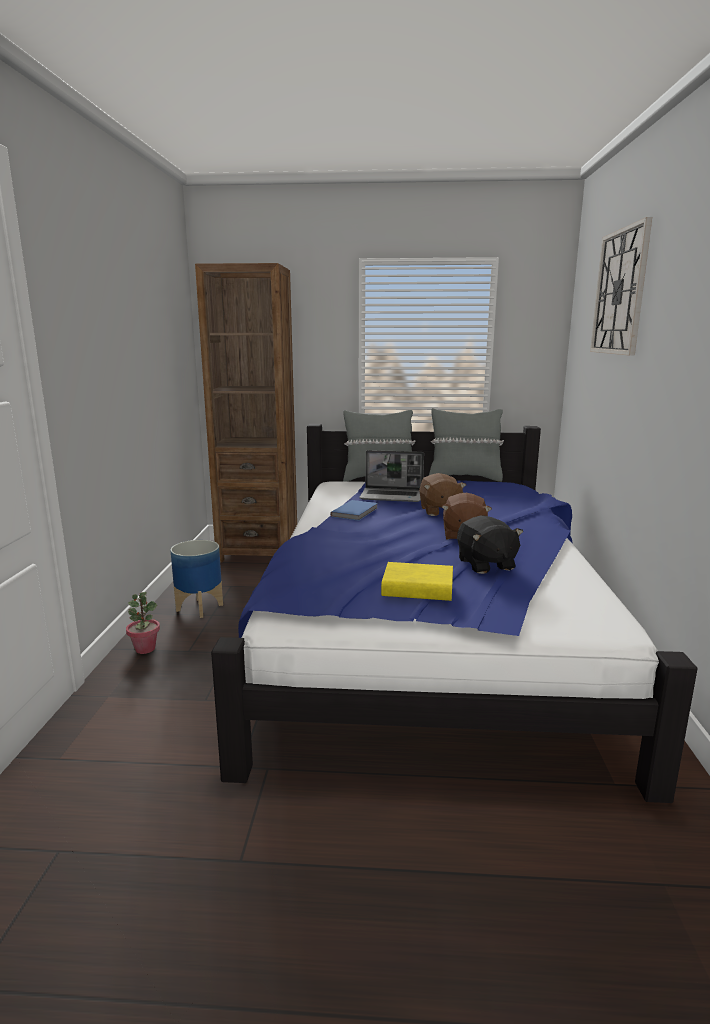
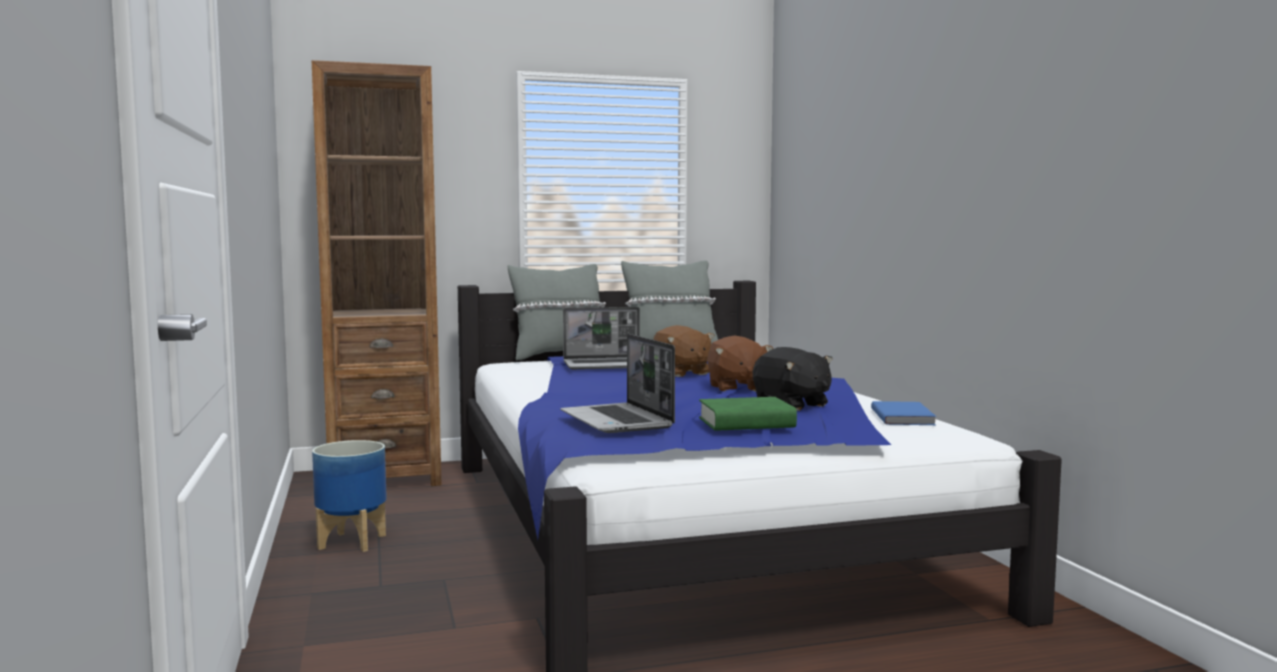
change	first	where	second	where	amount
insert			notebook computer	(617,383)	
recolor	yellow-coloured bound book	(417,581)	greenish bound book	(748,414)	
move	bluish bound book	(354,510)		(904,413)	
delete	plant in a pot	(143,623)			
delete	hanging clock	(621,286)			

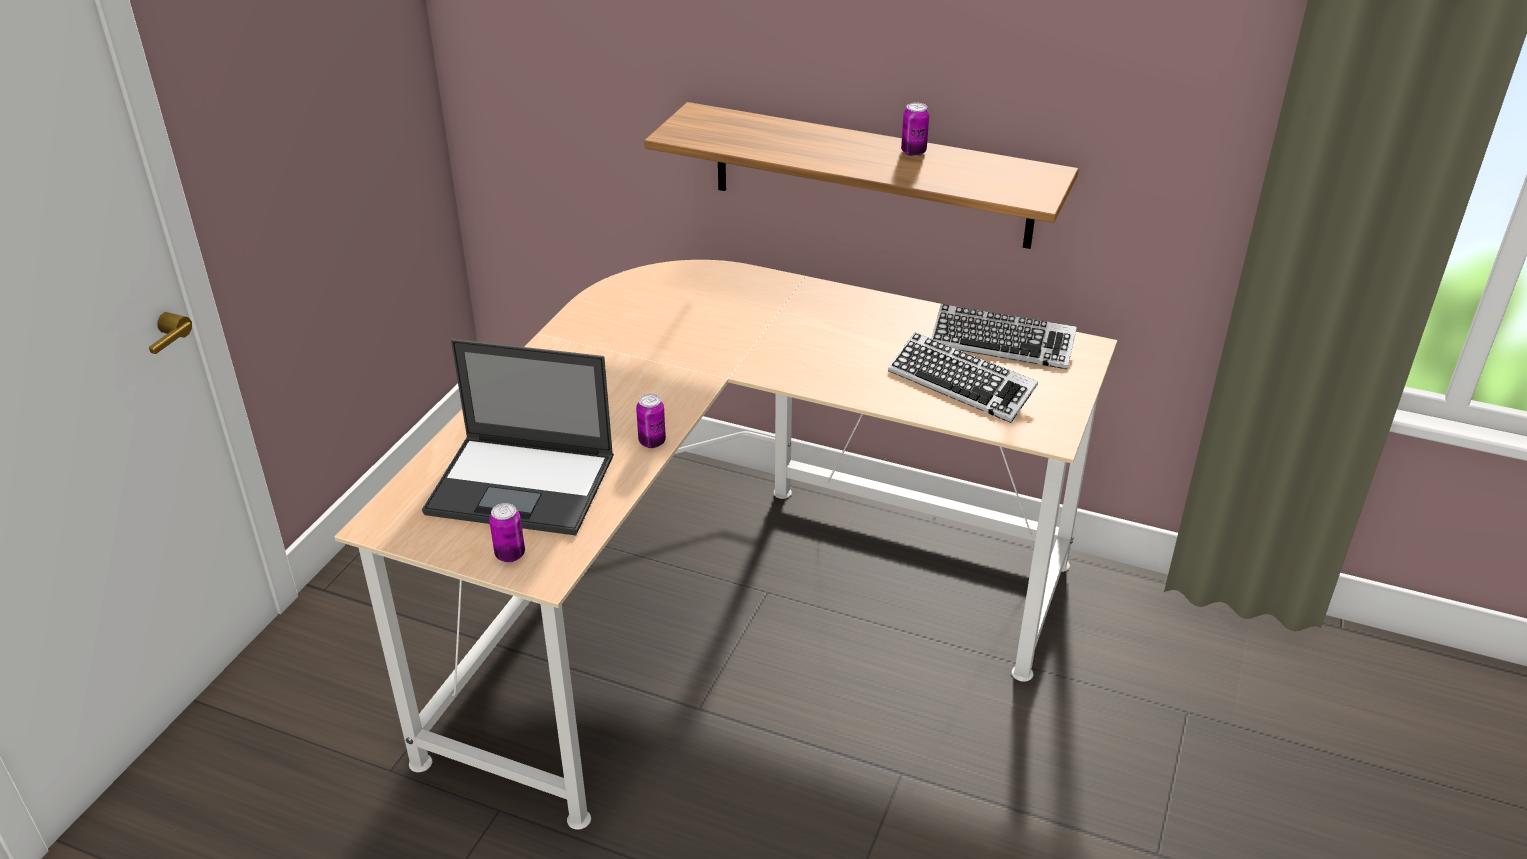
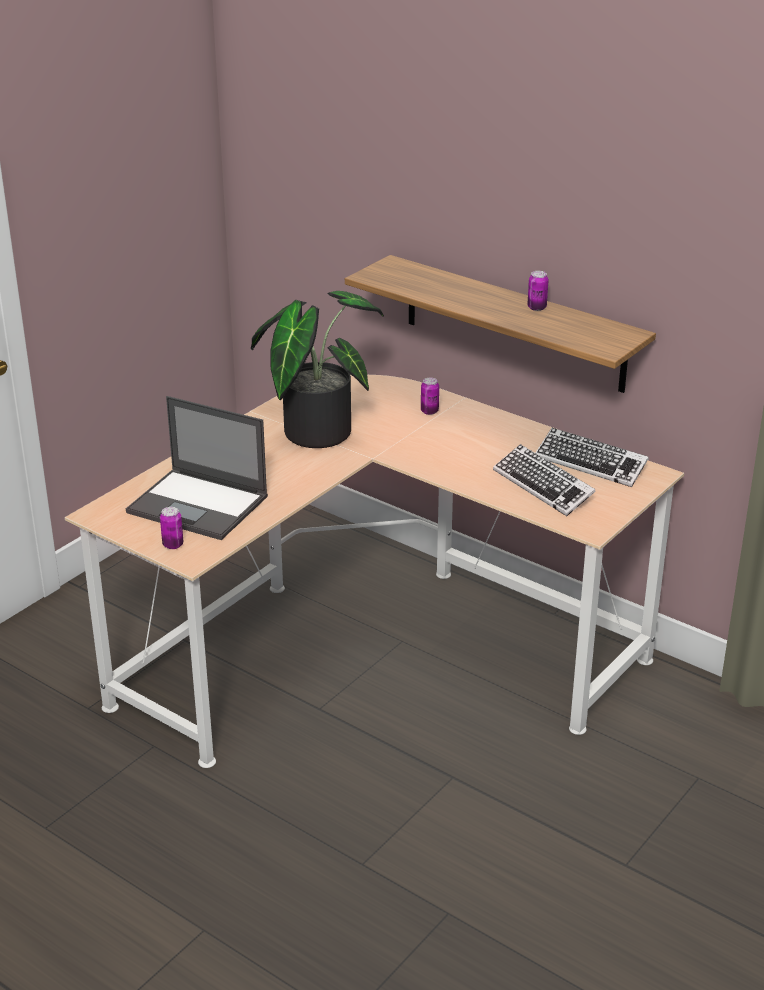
change	first	where	second	where	amount
insert			plant in a pot	(317,369)	
move	can	(651,421)		(430,396)	

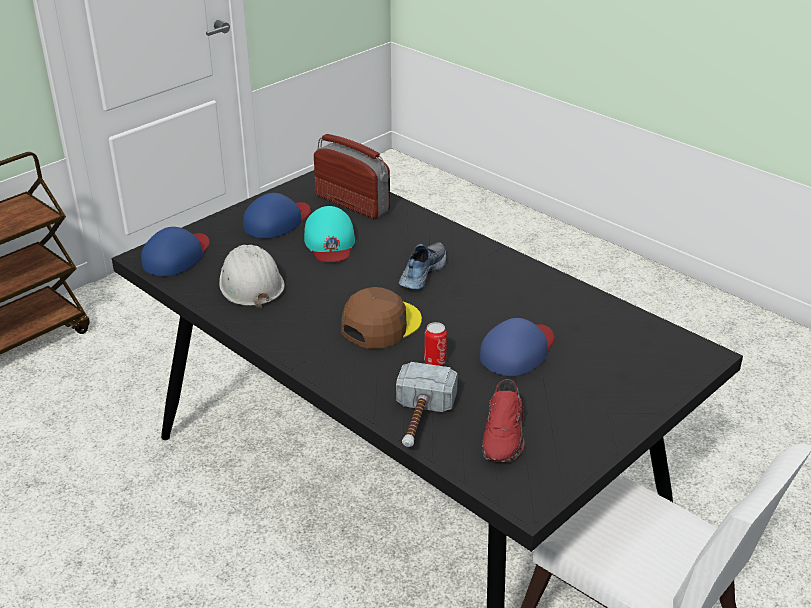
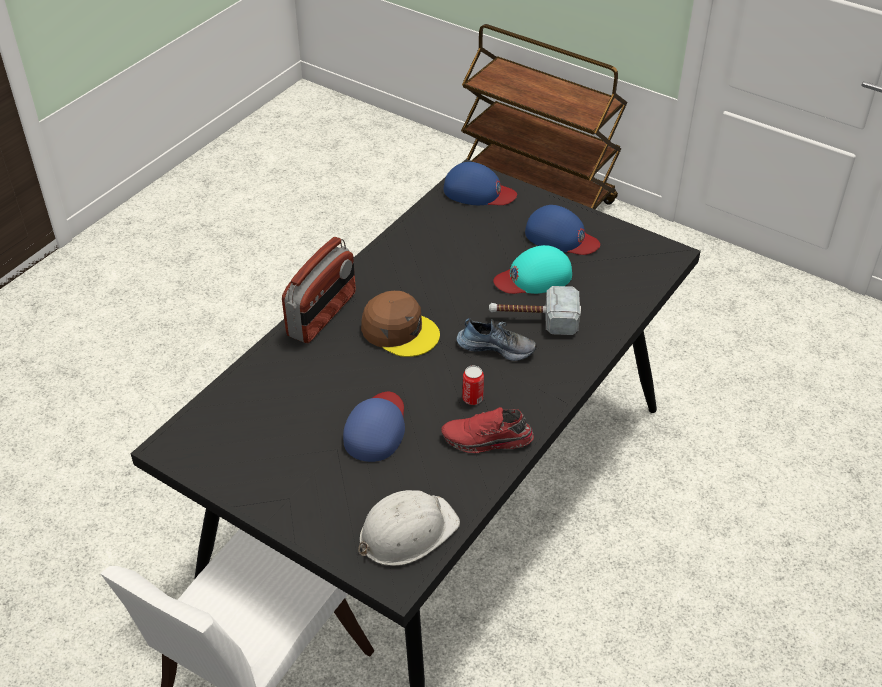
change	first	where	second	where	amount
move	radio	(352,176)		(319,290)	
rotate	bluish peaked cap	(517,347)		(374,427)	105 degrees counterclockwise
move	whitish work helmet	(252,276)		(409,528)	
move	red shoe	(503,420)		(487,430)	
move	can	(435,344)		(473,385)	
move	hammer	(427,404)		(535,310)	

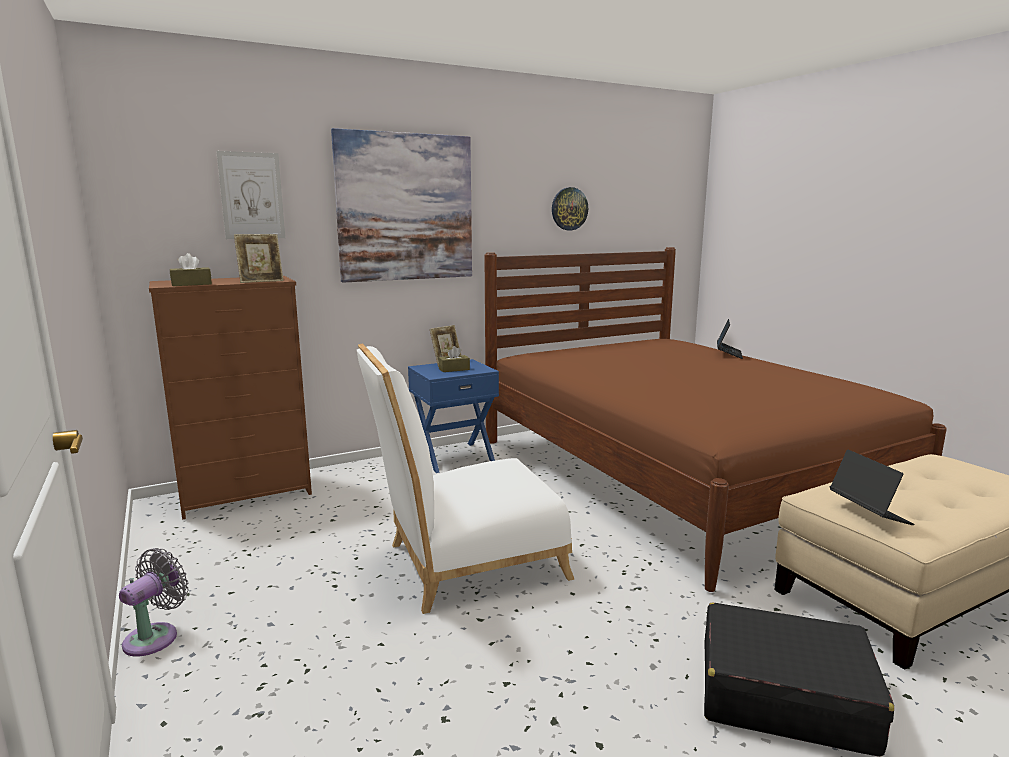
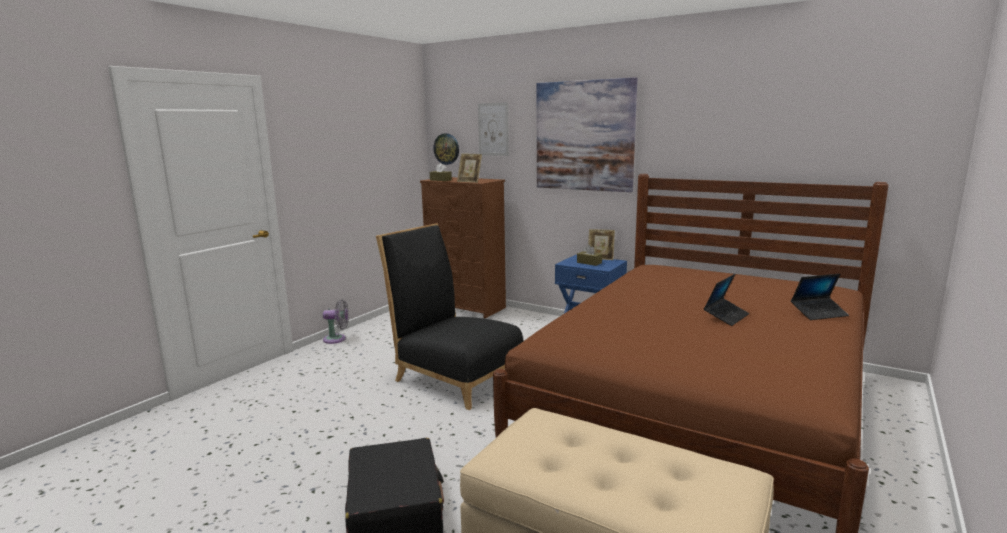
change	first	where	second	where	amount
recolor	whitish upright chair	(465,478)	black upright chair	(449,316)	
move	hanging clock	(570,208)		(446,149)	
move	notebook computer	(872,487)		(726,300)	

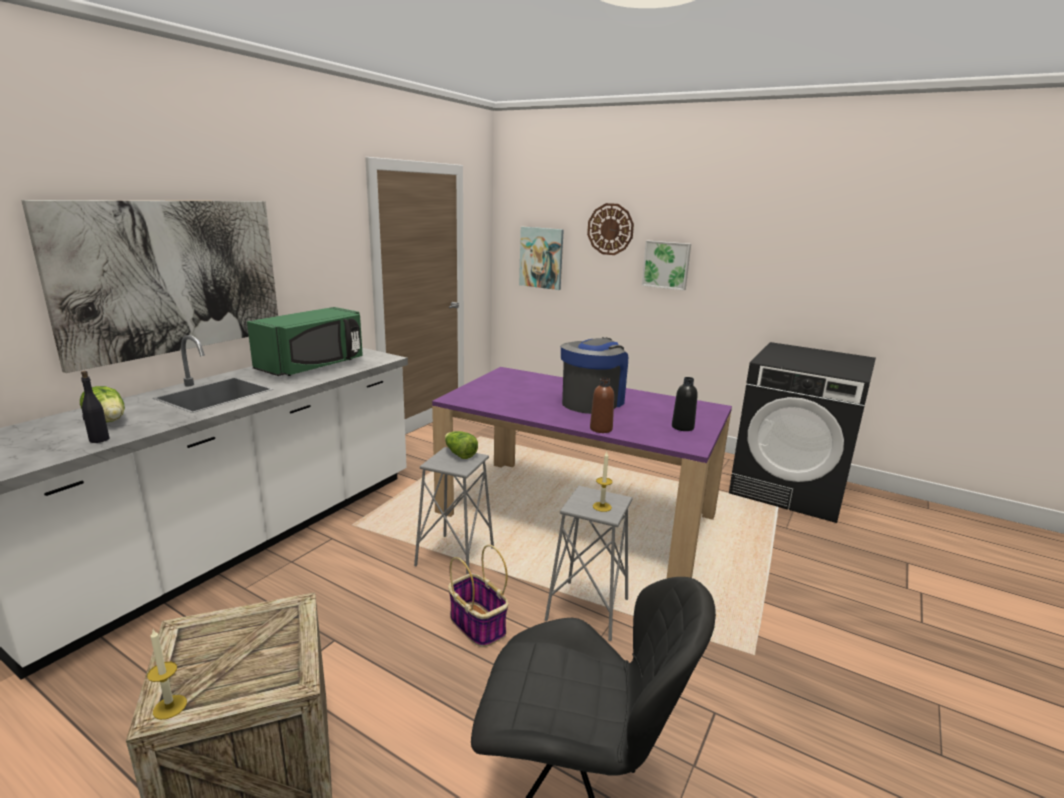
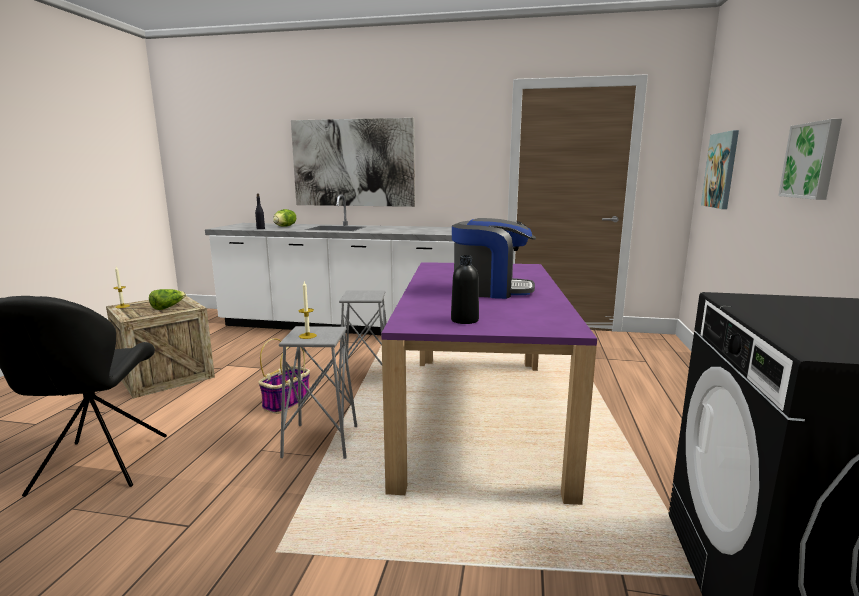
change	first	where	second	where	amount
move	lettuce head	(461,445)		(167,299)	
delete	greenish microwave oven	(305,341)			
delete	hanging clock	(610,229)			
delete	brownish beverage bottle	(602,405)			

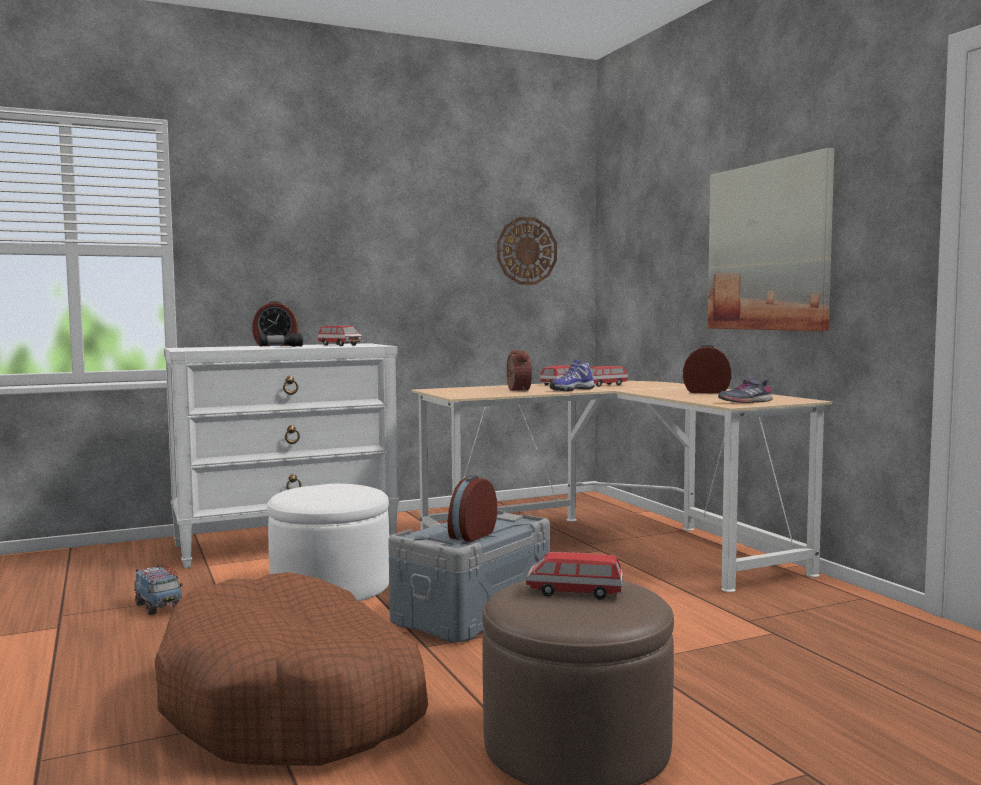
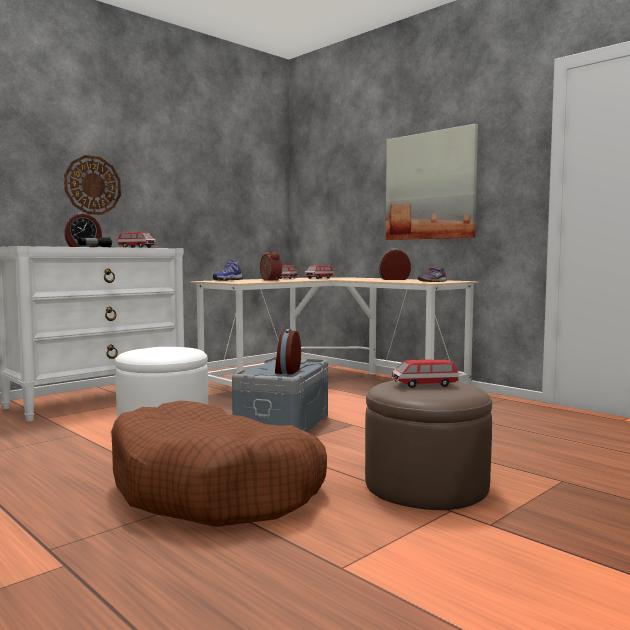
change	first	where	second	where	amount
move	hanging clock	(527,251)		(92,185)	
move	shoe	(572,375)		(227,270)	
delete	toy lorry	(158,590)			

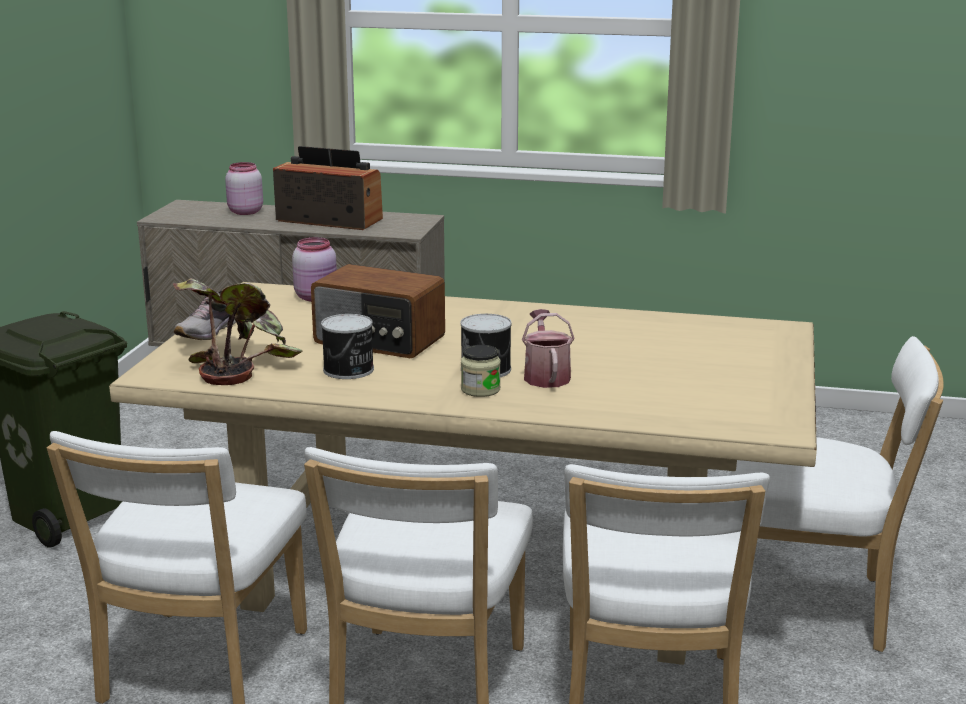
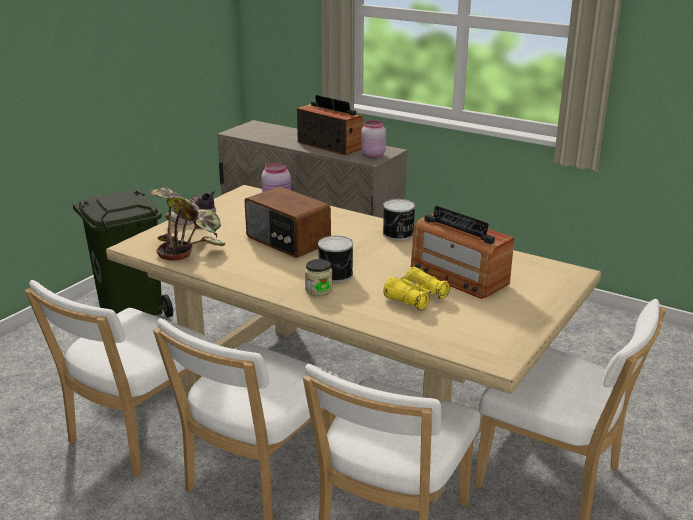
change	first	where	second	where	amount
move	pinkish storage jar	(244,188)		(373,139)	
move	can	(347,346)		(399,219)	
insert			yellow-coloured binoculars	(416,288)	
insert			radio	(462,252)	
delete	watering pot	(548,348)			

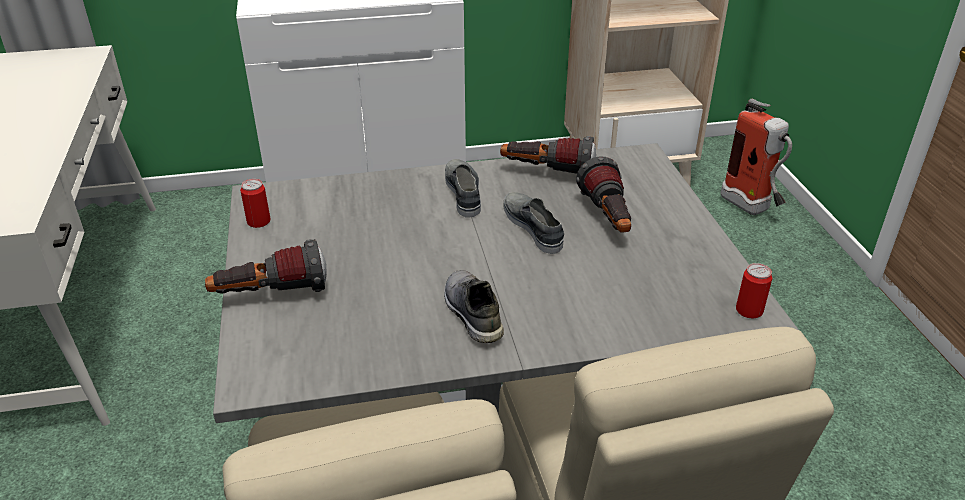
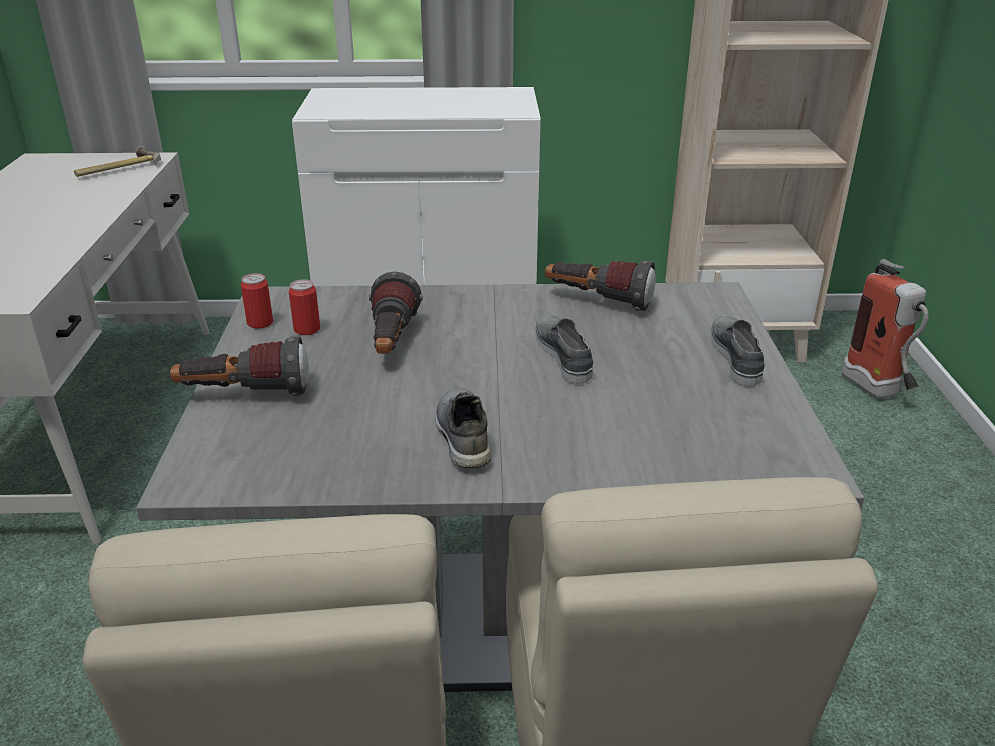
change	first	where	second	where	amount
insert			hammer	(117,161)	
move	can	(754,291)		(304,307)	
move	torch	(603,194)		(395,313)	
move	grey shoe	(463,188)		(738,351)	

